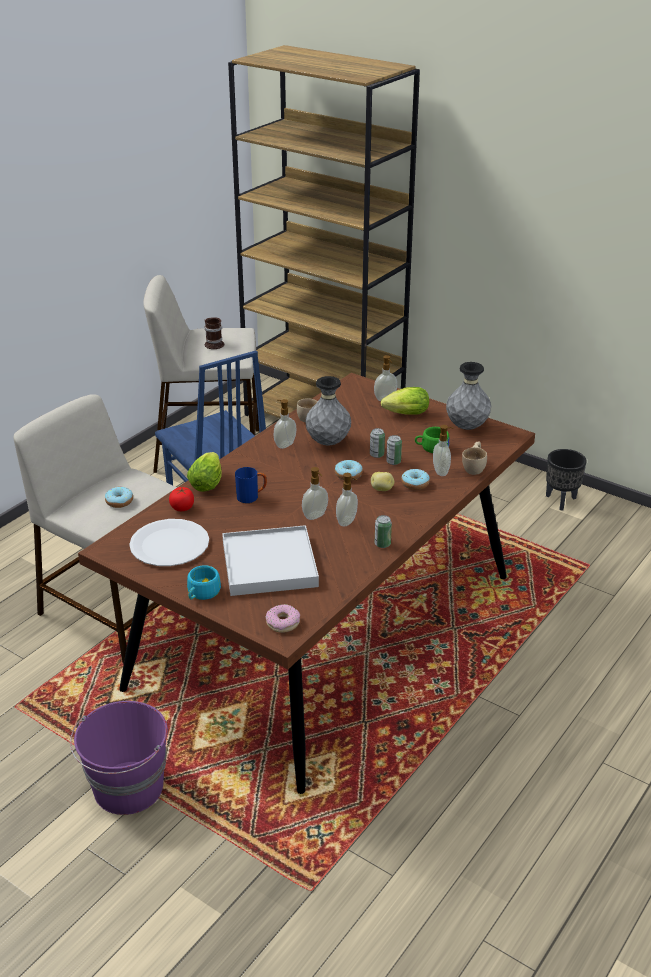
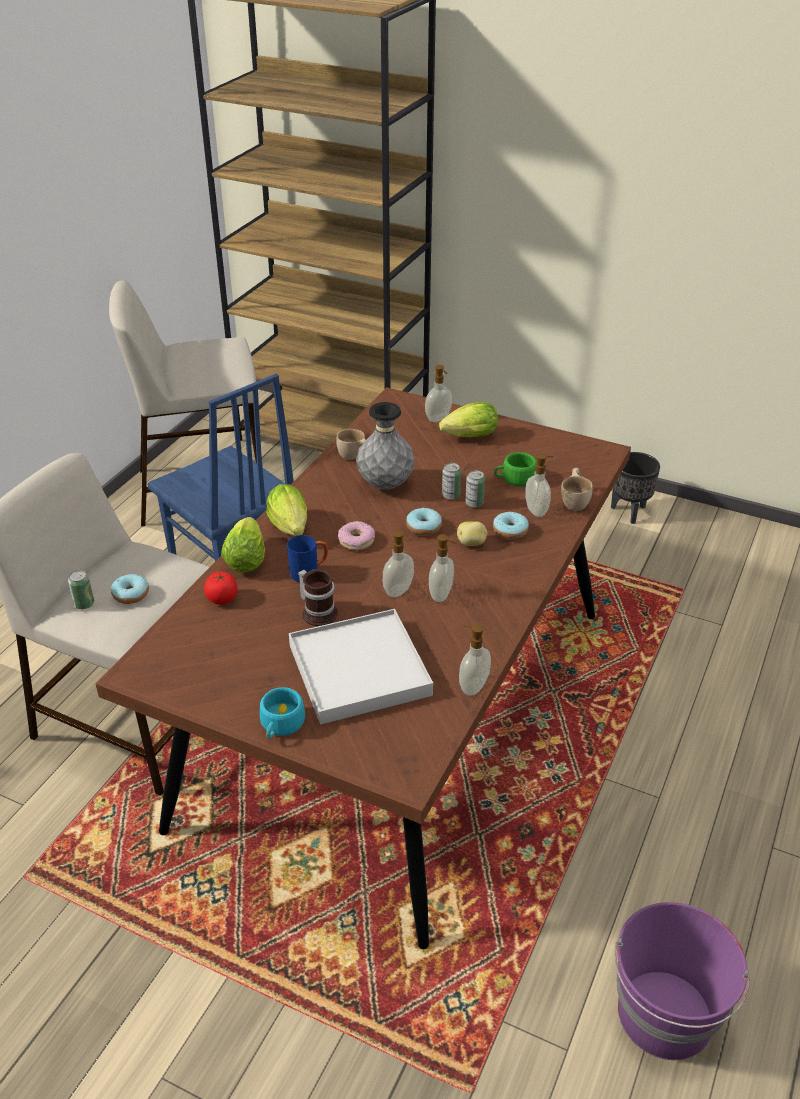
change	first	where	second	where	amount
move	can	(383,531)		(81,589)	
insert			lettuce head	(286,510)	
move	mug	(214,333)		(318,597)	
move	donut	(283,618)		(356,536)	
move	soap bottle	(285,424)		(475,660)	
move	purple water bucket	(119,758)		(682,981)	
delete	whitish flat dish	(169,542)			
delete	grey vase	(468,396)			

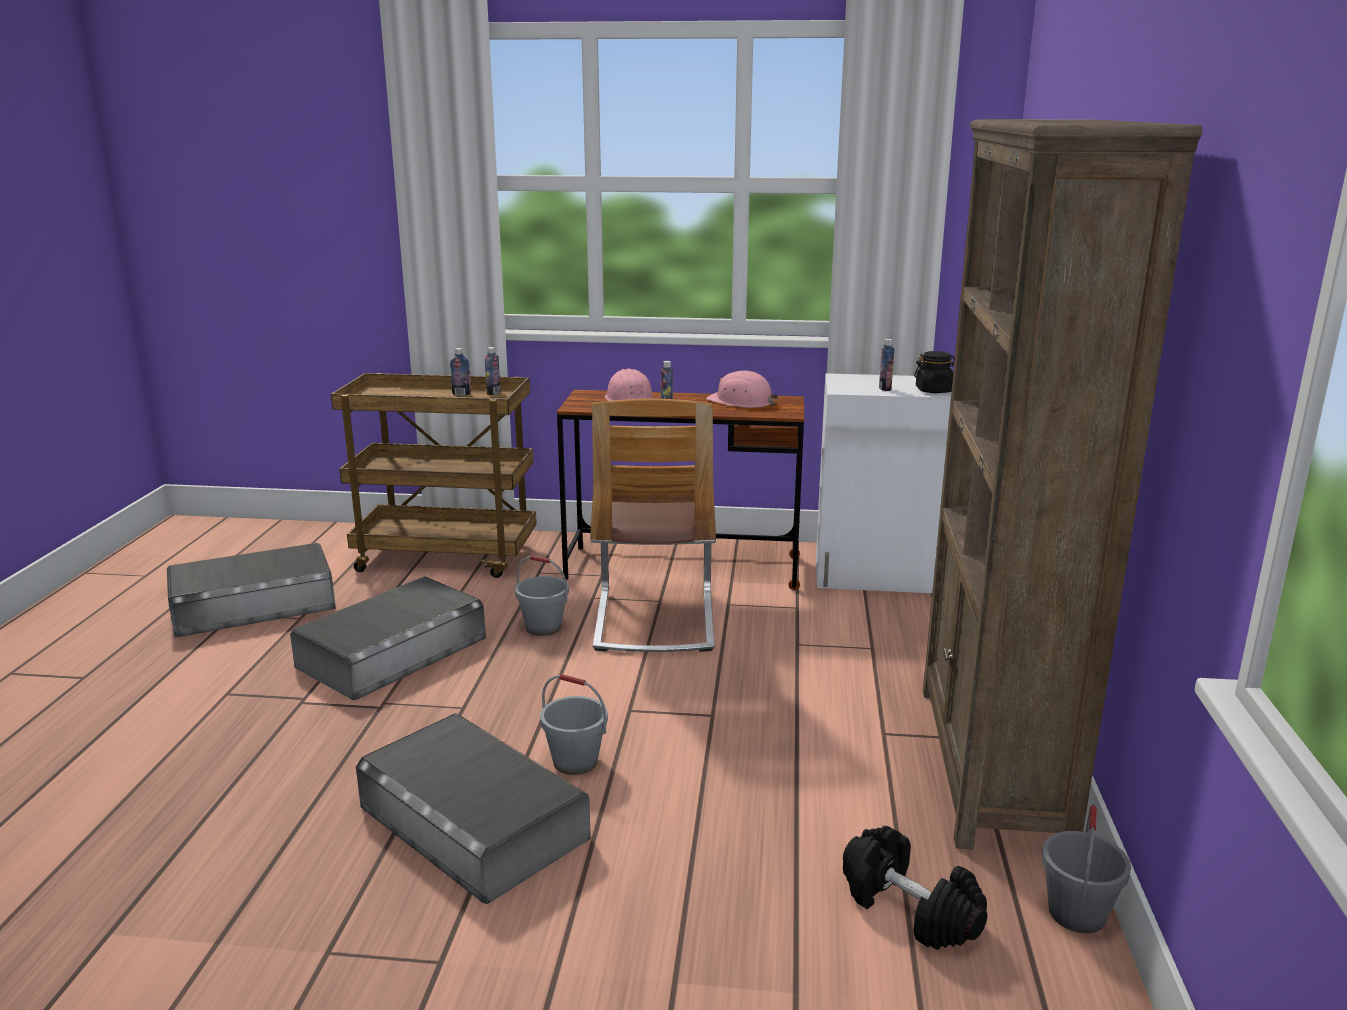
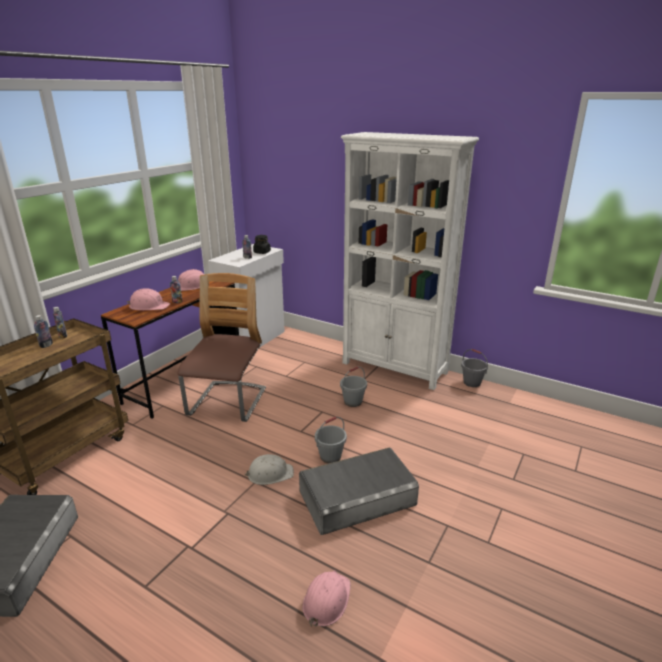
change	first	where	second	where	amount
rotate	upright chair	(653,525)		(221,347)	105 degrees counterclockwise
insert			whitish work helmet	(269,469)	
insert			pinkish work helmet	(326,598)	
move	grey water bucket	(542,596)		(353,386)	
recolor	brownish shelving unit	(1062,484)	whitish shelving unit	(410,261)	
delete	grey storage box	(388,638)			
delete	black free weight	(915,888)			

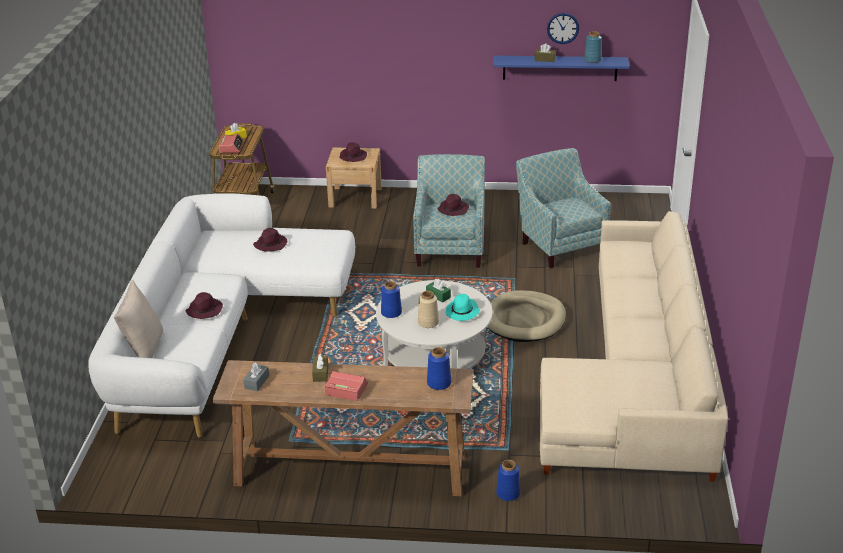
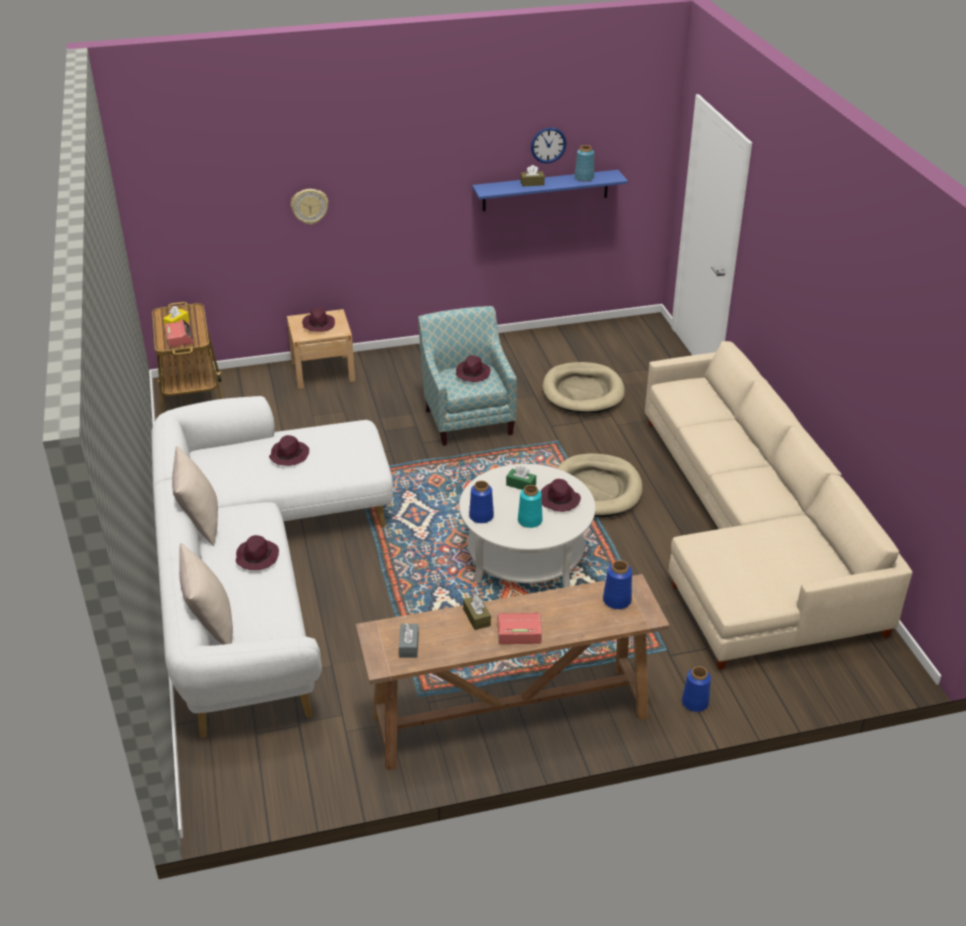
change	first	where	second	where	amount
insert			beige pillow	(195,496)	
insert			hanging clock	(309,207)	
recolor	beige vase	(428,309)	turquoise vase	(530,506)	
recolor	turquoise clothing hat	(463,307)	purple clothing hat	(561,495)	
replace	armchair	(563,208)	beige dog cushion	(584,387)	

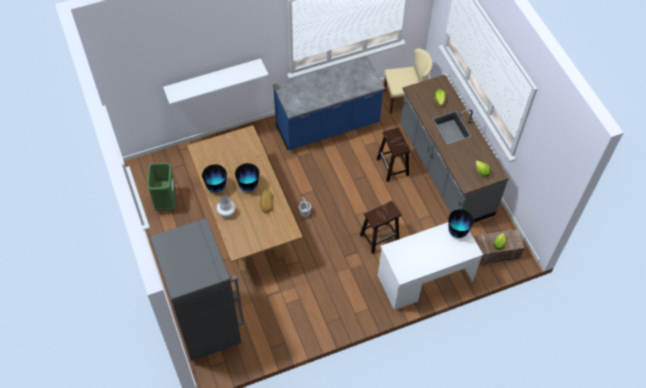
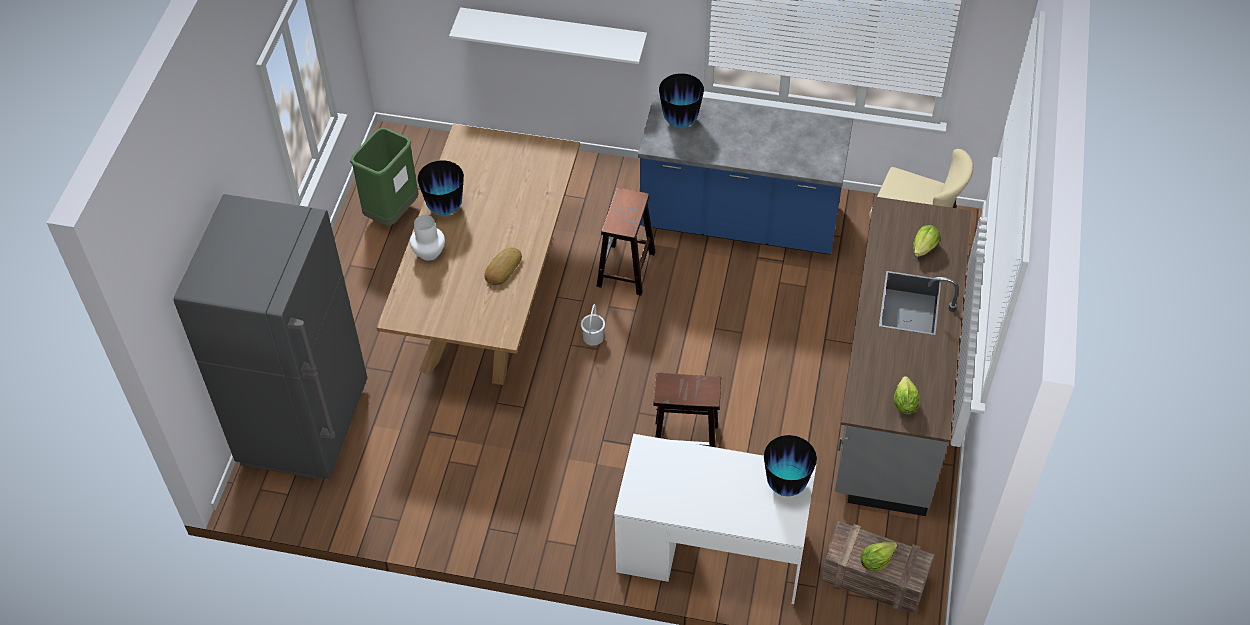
change	first	where	second	where	amount
move	brownish stool seat	(393,155)		(626,242)	
move	vase	(247,177)		(681,100)	

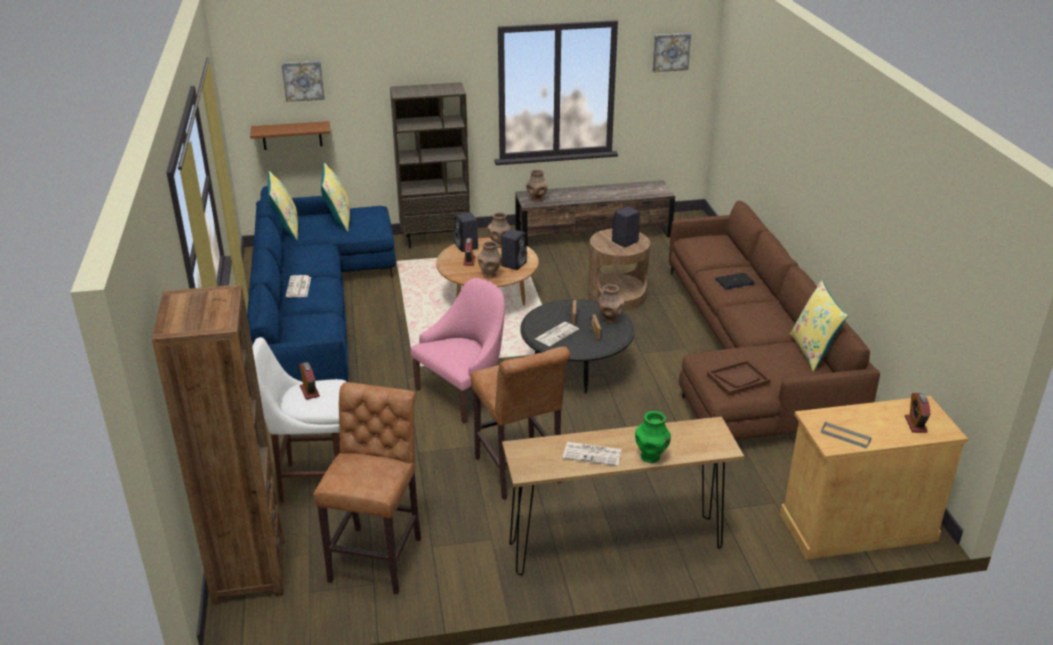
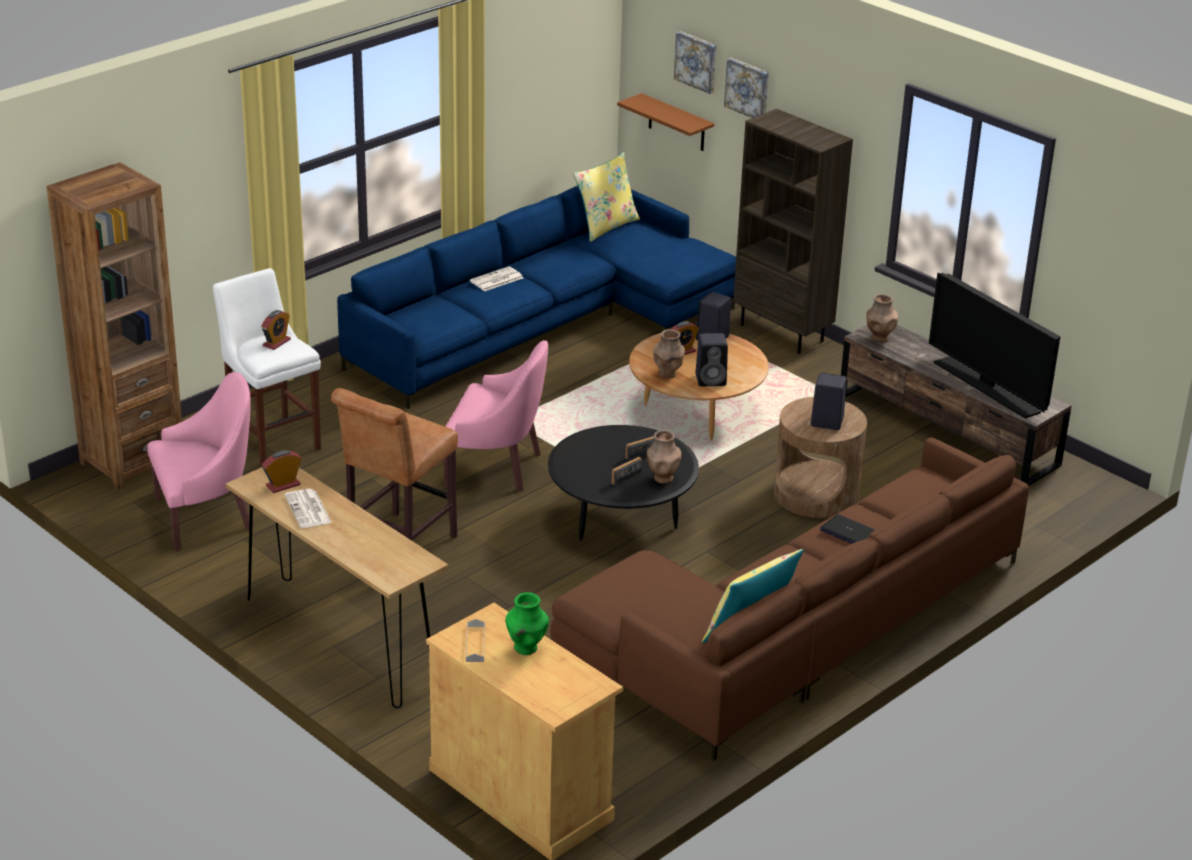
change	first	where	second	where	amount
replace	brownish stool seat	(367,488)	pinkish armchair	(199,461)	
move	bedside clock	(918,413)		(282,471)	
move	greenish vase	(653,437)		(527,623)	
move	wall art	(672,52)		(746,88)	
insert			television	(994,345)	
delete	yellow-coloured pillow	(335,197)			
delete	brownish vase	(499,230)			
delete	printed paper	(557,334)			
delete	brownish carrying tray	(739,378)			

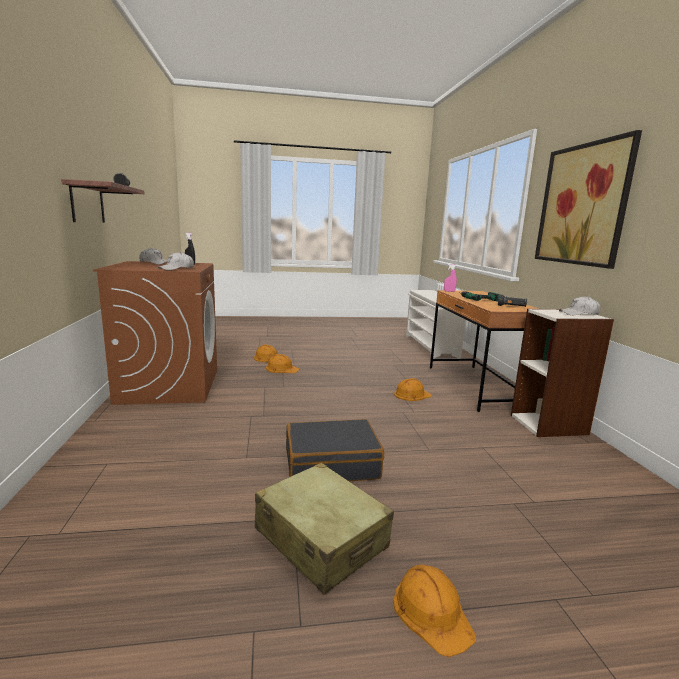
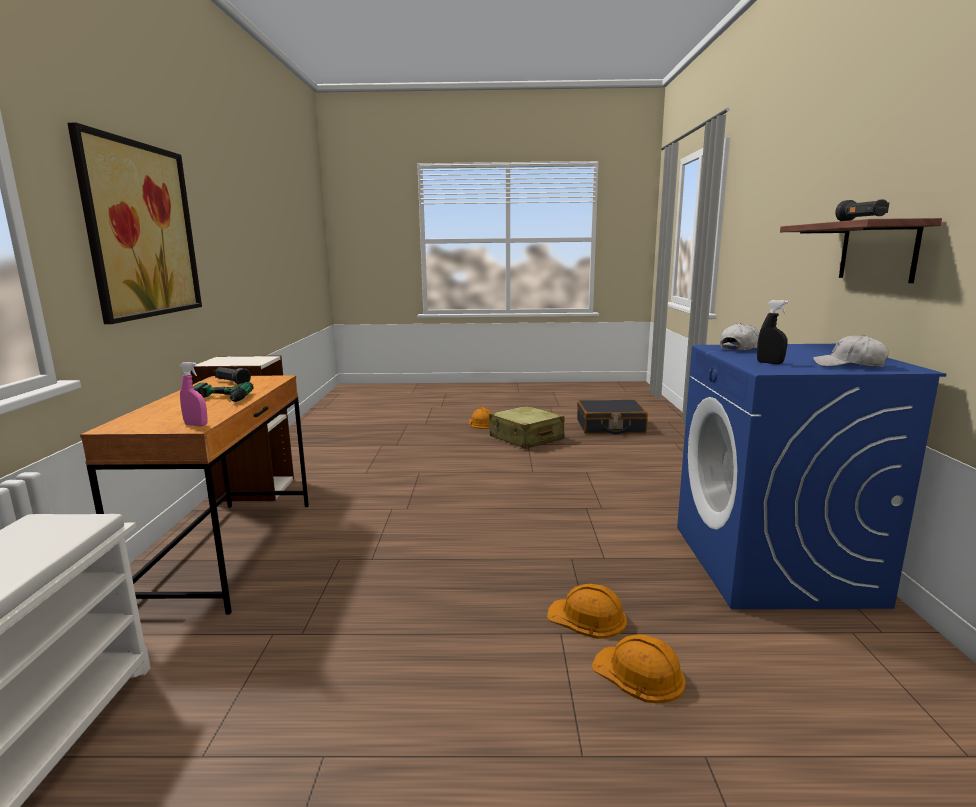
change	first	where	second	where	amount
move	black suitcase	(335,450)		(612,417)	
recolor	brownish washing machine	(155,333)	bluish washing machine	(811,476)	
delete	orange work helmet	(413,389)			
delete	whitish peaked cap	(579,305)			

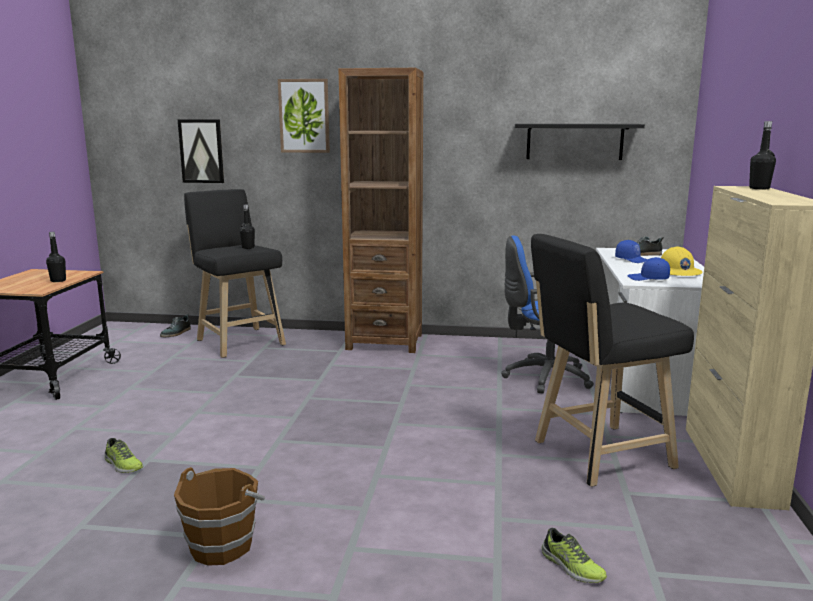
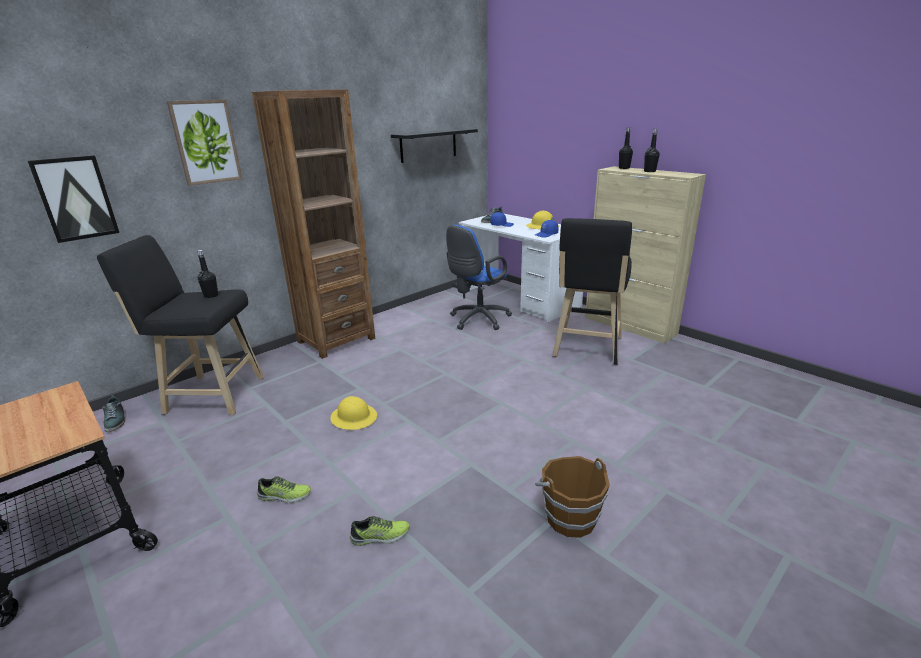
change	first	where	second	where	amount
move	shoe	(574,555)		(284,489)	
insert			yellow-coloured work helmet	(354,413)	
move	black beverage bottle	(56,257)		(652,150)	

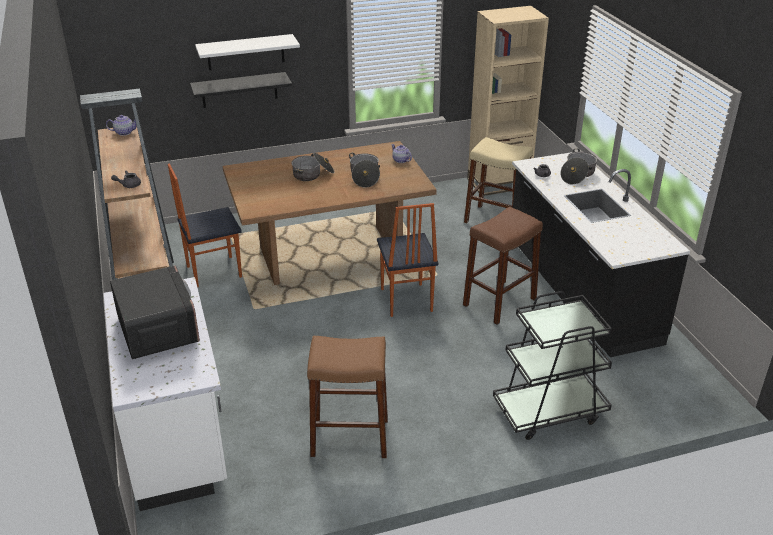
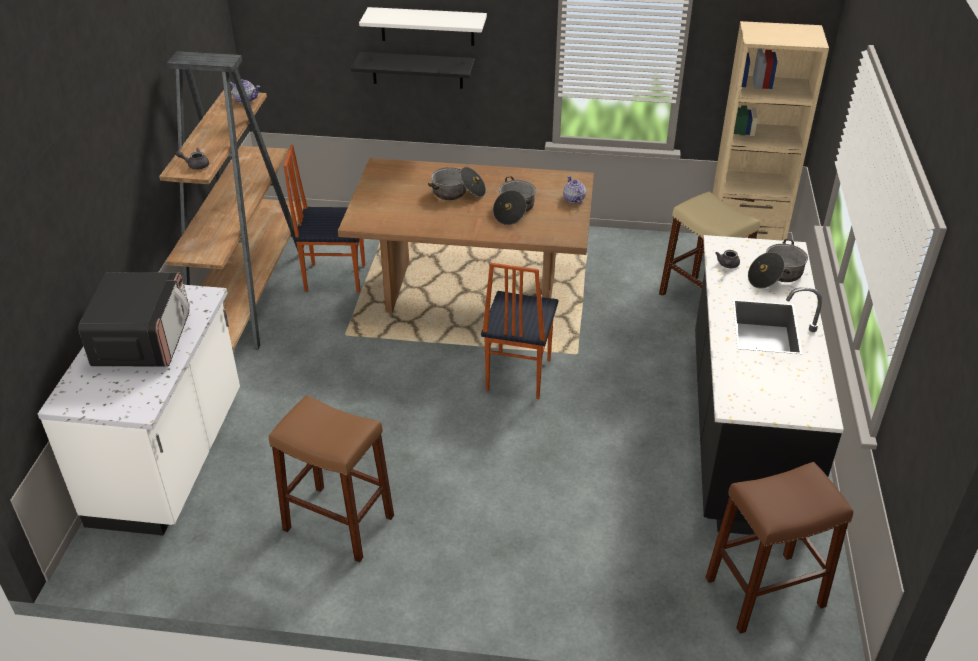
change	first	where	second	where	amount
move	brownish stool seat	(503,266)		(779,548)	
delete	black wheeled cart	(552,365)			

